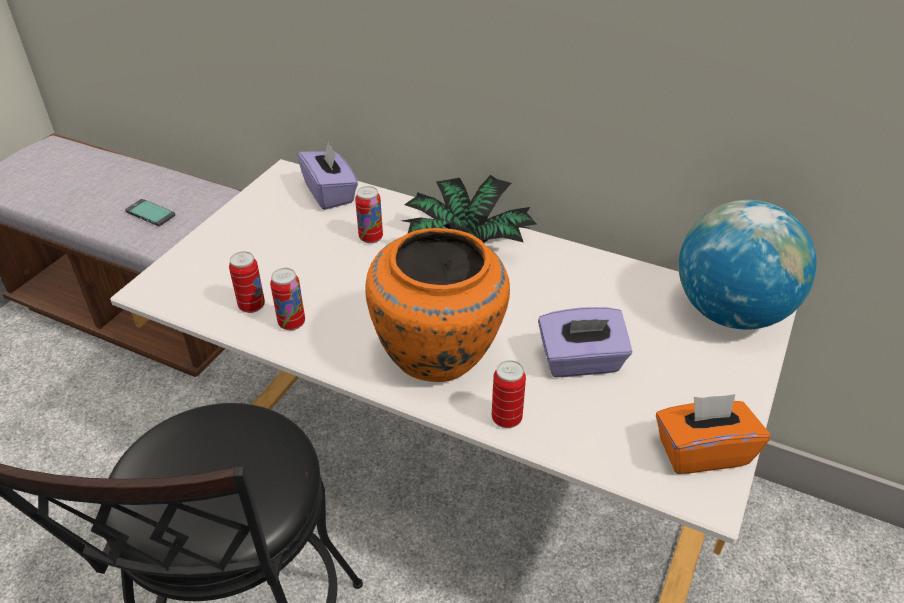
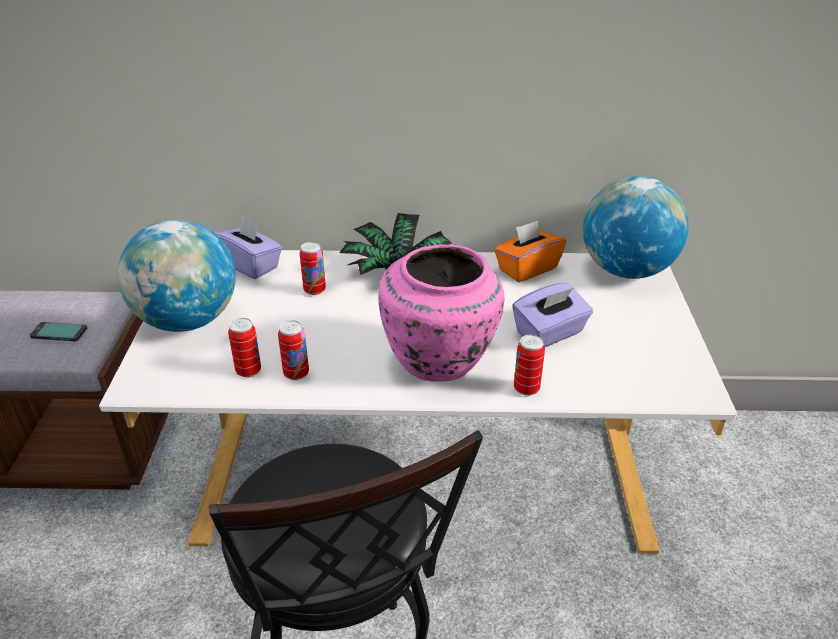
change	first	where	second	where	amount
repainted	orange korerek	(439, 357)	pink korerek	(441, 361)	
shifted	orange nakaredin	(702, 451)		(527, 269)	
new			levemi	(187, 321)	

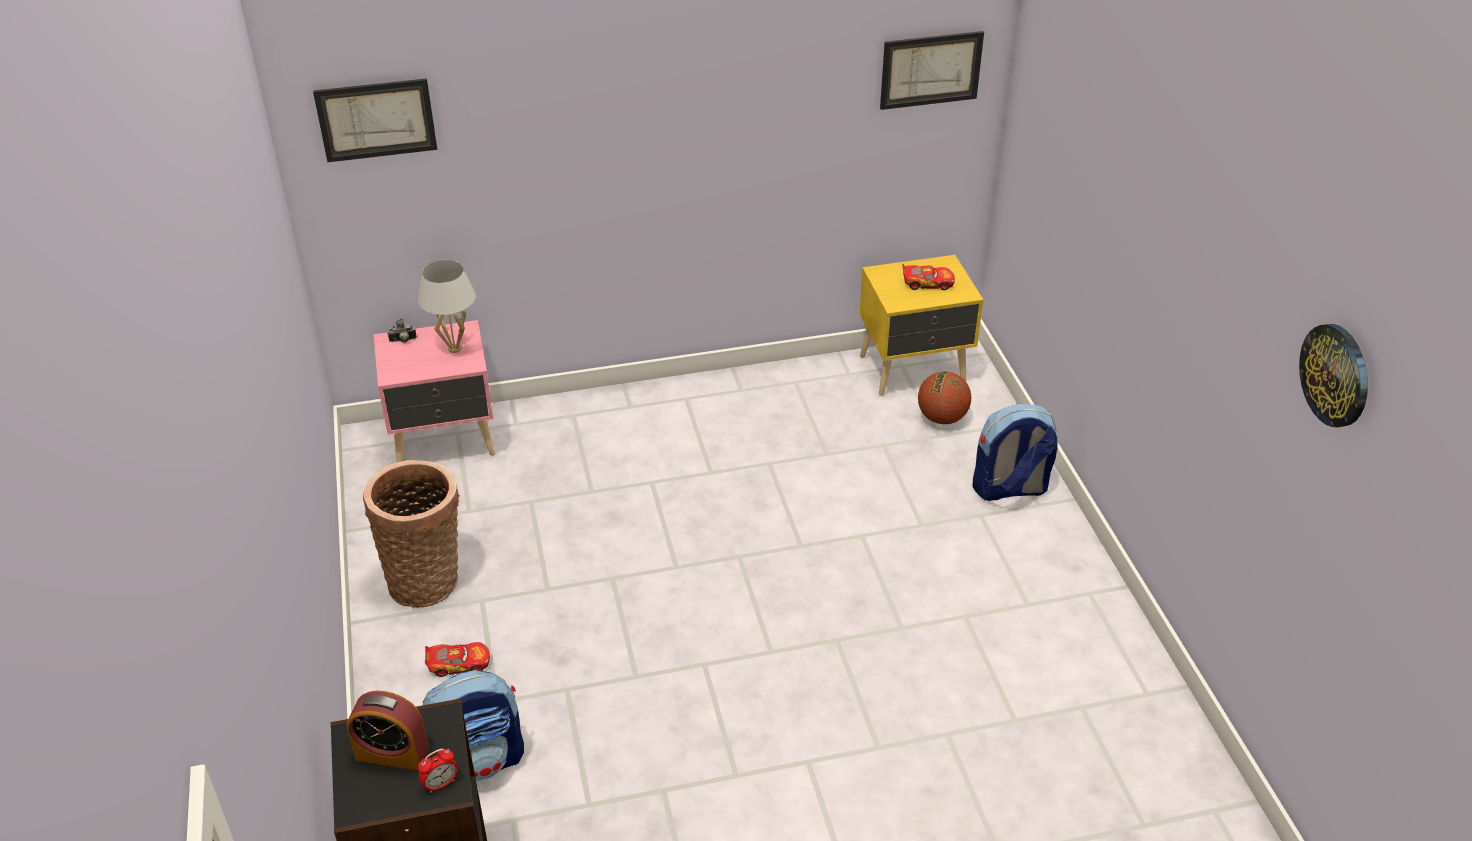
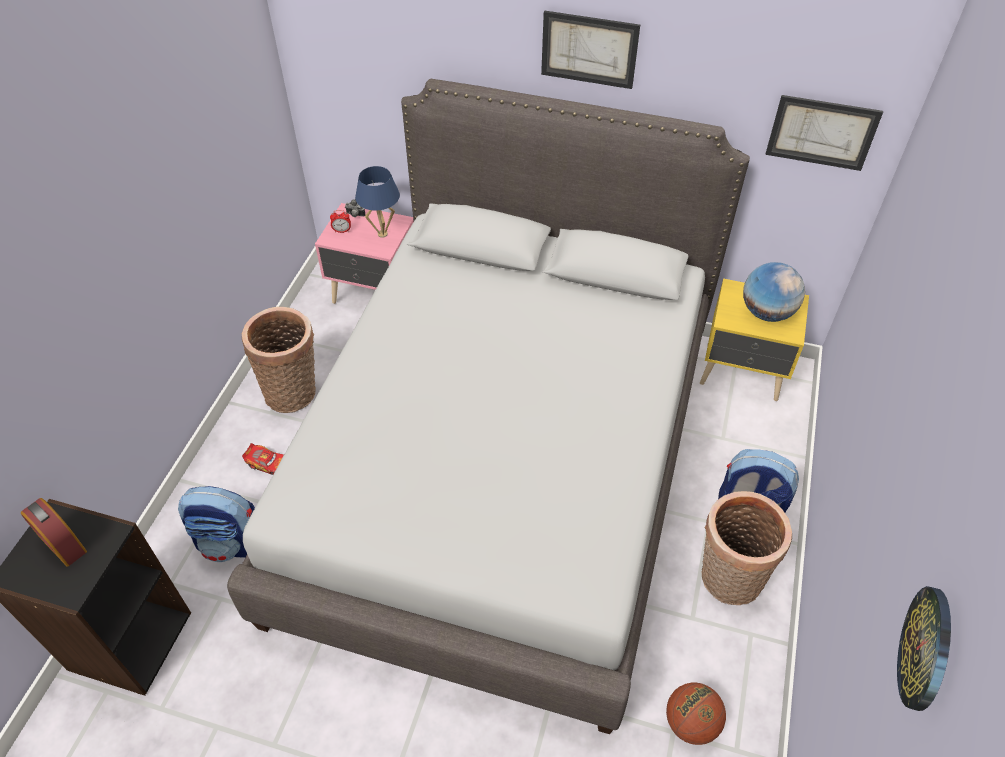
change	first	where	second	where	amount
shifted	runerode	(376, 119)		(589, 49)	
repainted	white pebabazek	(454, 349)	blue pebabazek	(382, 234)	
shifted	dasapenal	(440, 784)		(342, 231)	
swapped	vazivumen	(927, 283)	levemi	(766, 312)	
shifted	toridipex	(942, 418)		(691, 723)	
new			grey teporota	(503, 468)	
new			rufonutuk	(727, 580)	

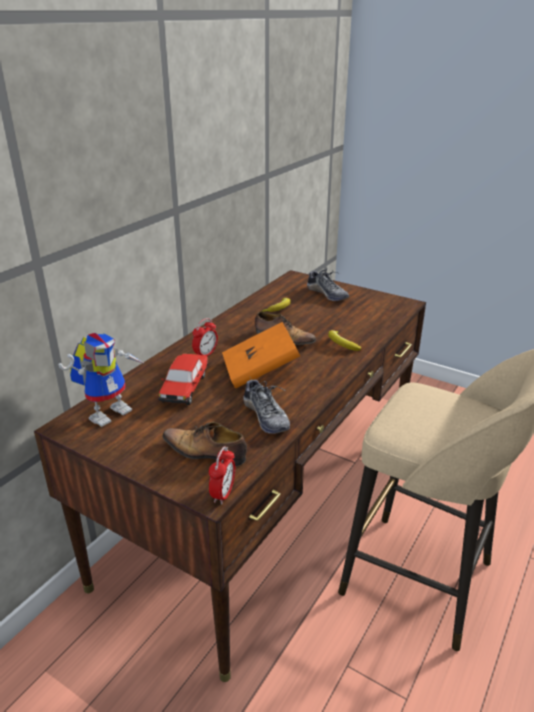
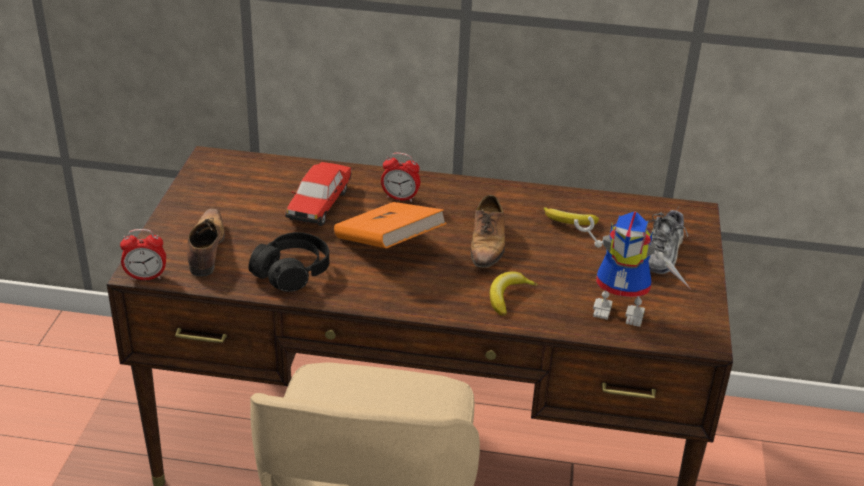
change	first	where	second	where	amount
shifted	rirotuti	(109, 411)		(624, 310)	
rotated	vazivumen	(185, 387)		(319, 204)	60 degrees counterclockwise
swapped	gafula	(265, 417)	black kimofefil	(291, 272)	

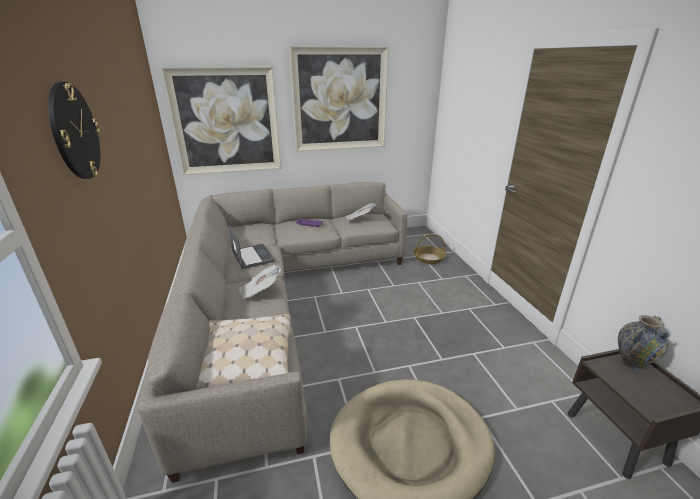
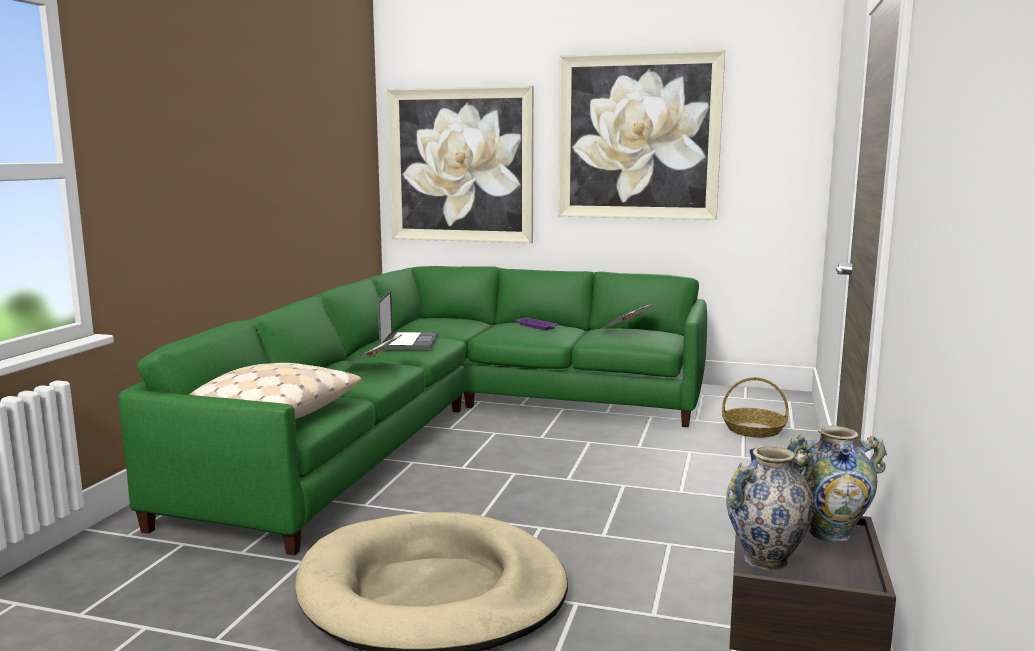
change	first	where	second	where	amount
gone	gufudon	(74, 132)			
repainted	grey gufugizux	(279, 296)	green gufugizux	(445, 422)	
new			korerek	(765, 560)	

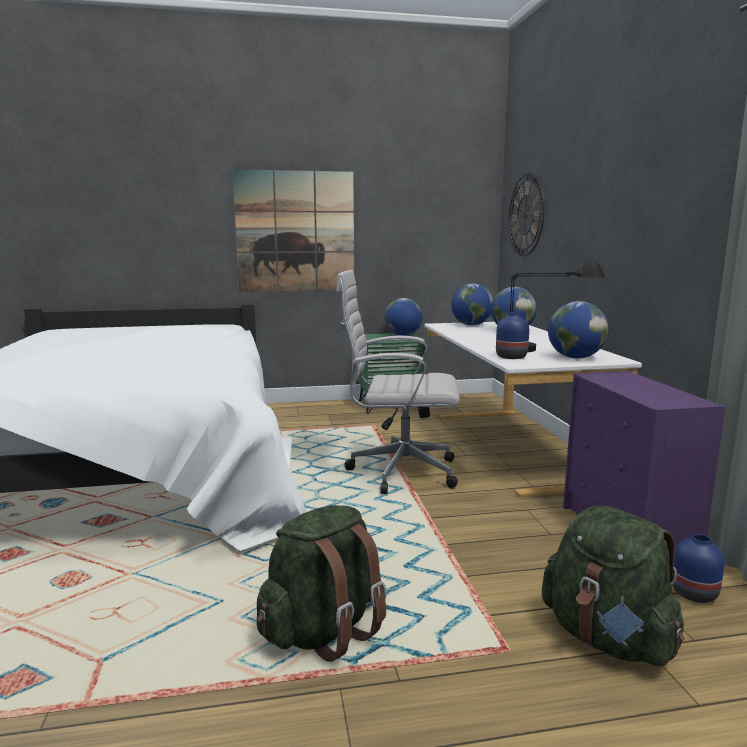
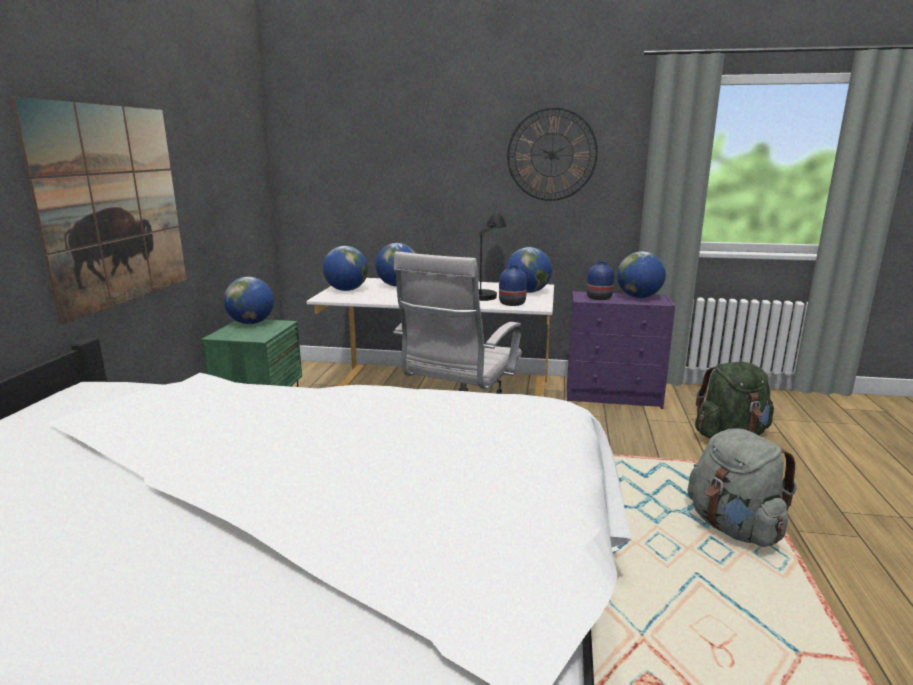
change	first	where	second	where	amount
repainted	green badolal	(323, 630)	grey badolal	(733, 527)	
shifted	gufudon	(525, 215)		(552, 155)	
shifted	blue korerek	(693, 592)		(598, 298)	
new			levemi	(639, 297)	

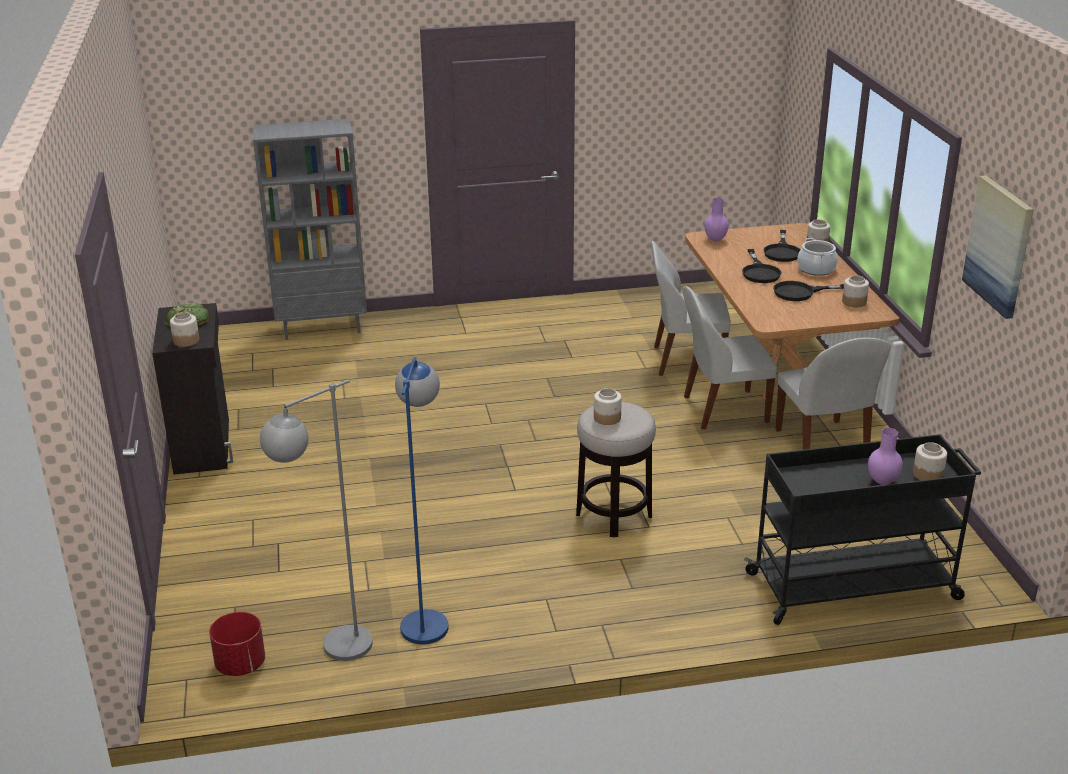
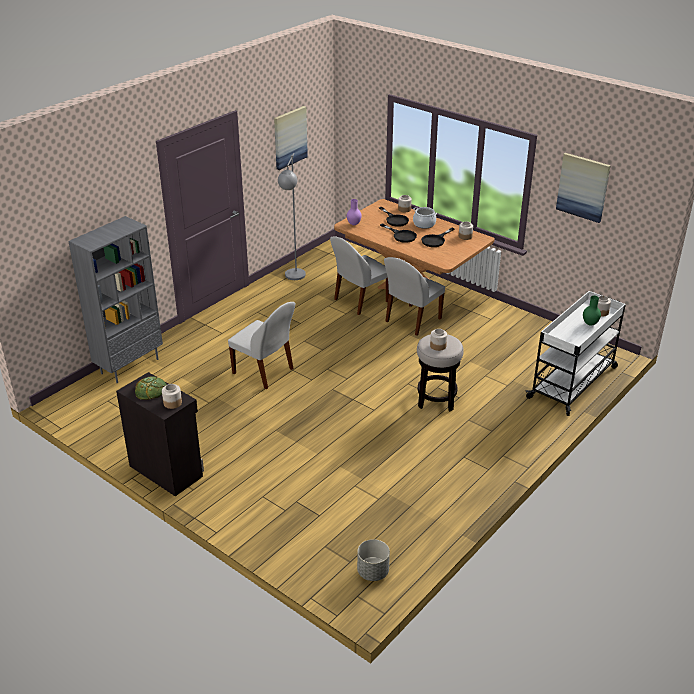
change	first	where	second	where	amount
repainted	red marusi	(240, 665)	grey marusi	(372, 572)	
shifted	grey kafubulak	(333, 652)		(293, 279)	
gone	blue kafubulak	(426, 617)			
repainted	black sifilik	(855, 586)	white sifilik	(573, 382)	
shifted	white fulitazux	(822, 445)		(264, 372)	
repainted	purple korerek	(882, 481)	green korerek	(589, 323)	
new			runerode	(290, 137)	

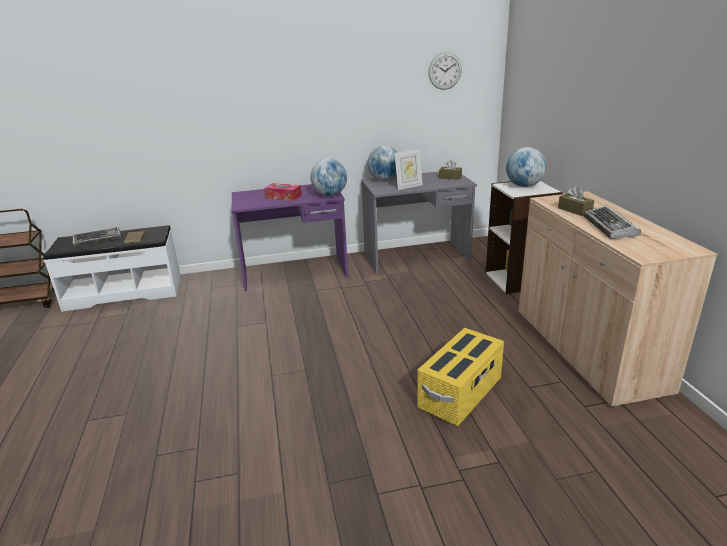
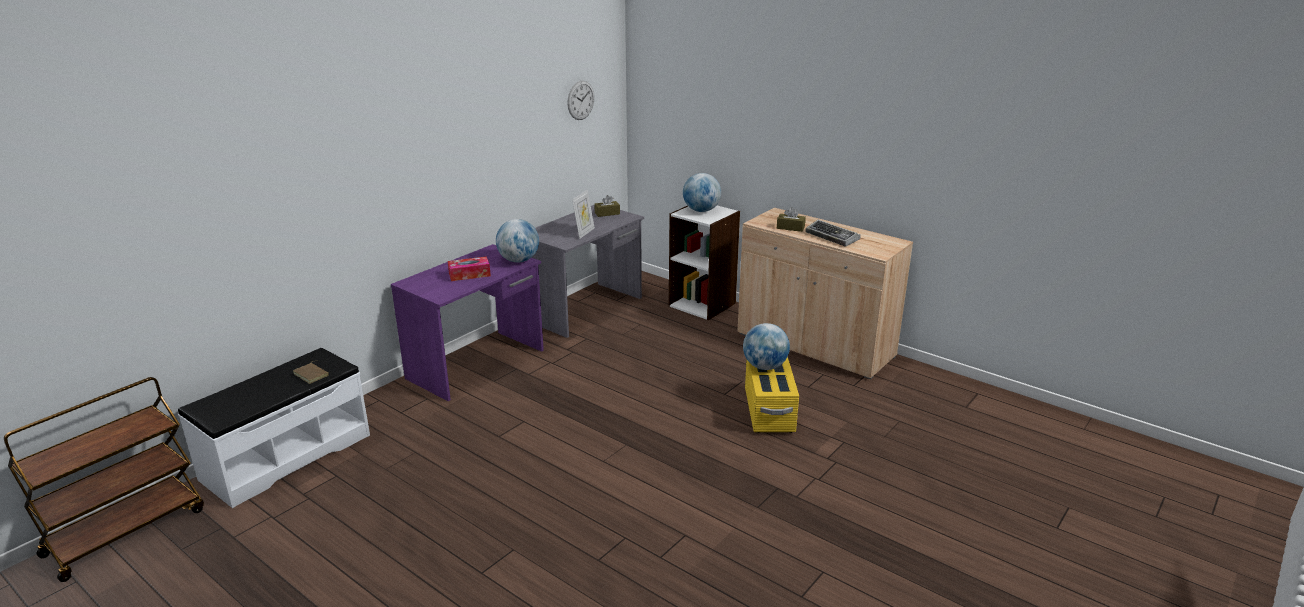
change	first	where	second	where	amount
gone	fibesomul	(98, 240)			
shifted	levemi	(384, 180)		(764, 367)	

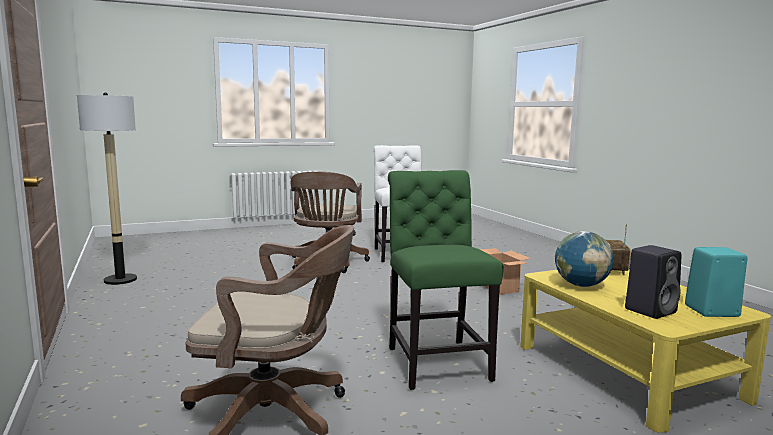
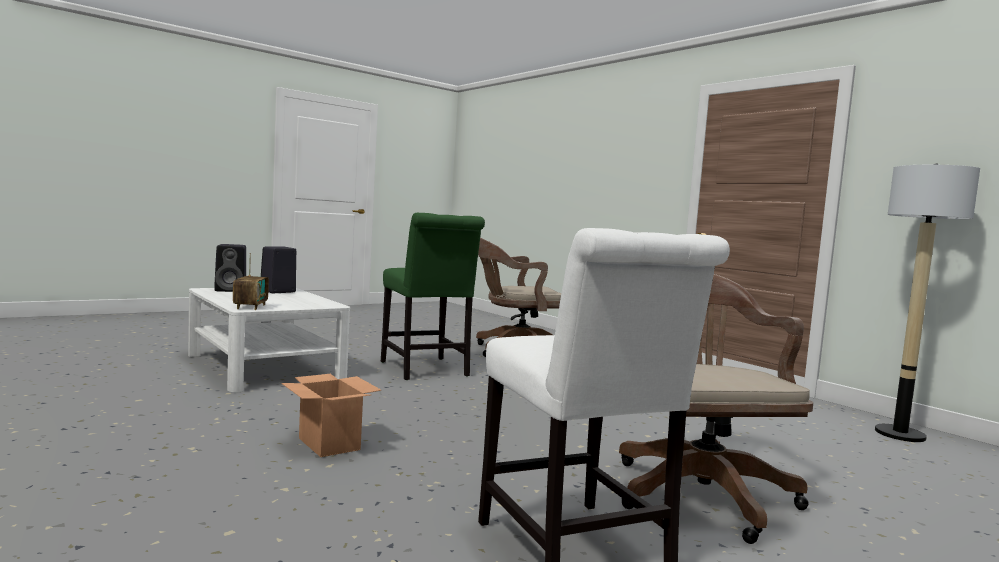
change	first	where	second	where	amount
repainted	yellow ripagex	(627, 371)	white ripagex	(264, 366)	
gone	levemi	(581, 285)			
repainted	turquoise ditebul	(710, 311)	black ditebul	(231, 290)	

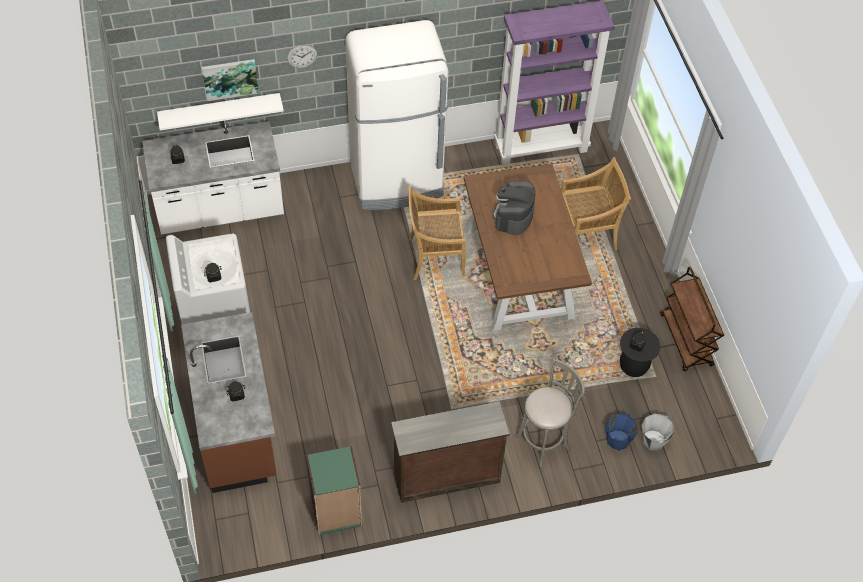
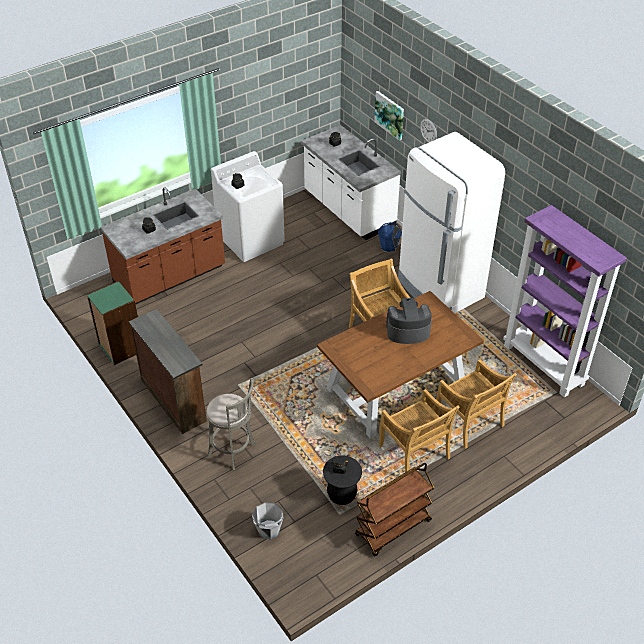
change	first	where	second	where	amount
gone	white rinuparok	(219, 110)			
shifted	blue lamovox	(617, 440)		(388, 247)	
new			beige fulitazux	(414, 453)	

